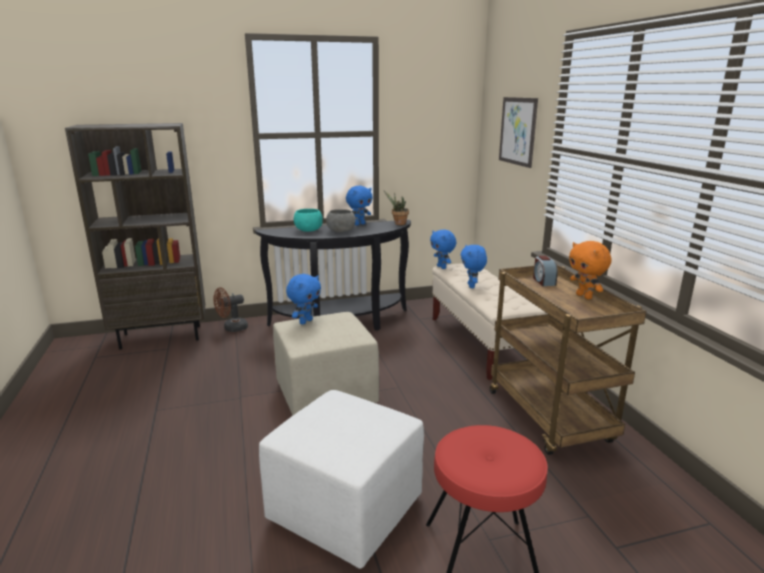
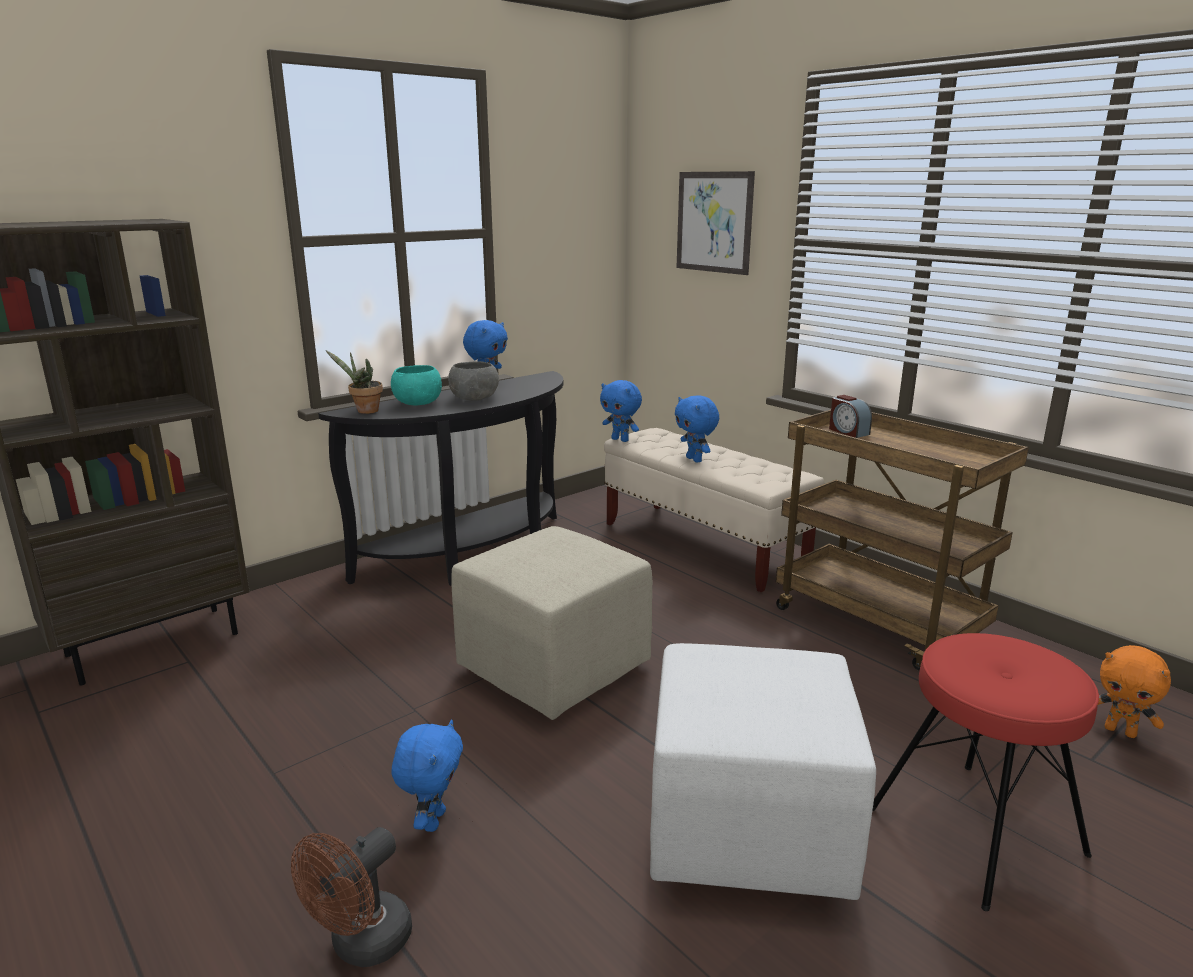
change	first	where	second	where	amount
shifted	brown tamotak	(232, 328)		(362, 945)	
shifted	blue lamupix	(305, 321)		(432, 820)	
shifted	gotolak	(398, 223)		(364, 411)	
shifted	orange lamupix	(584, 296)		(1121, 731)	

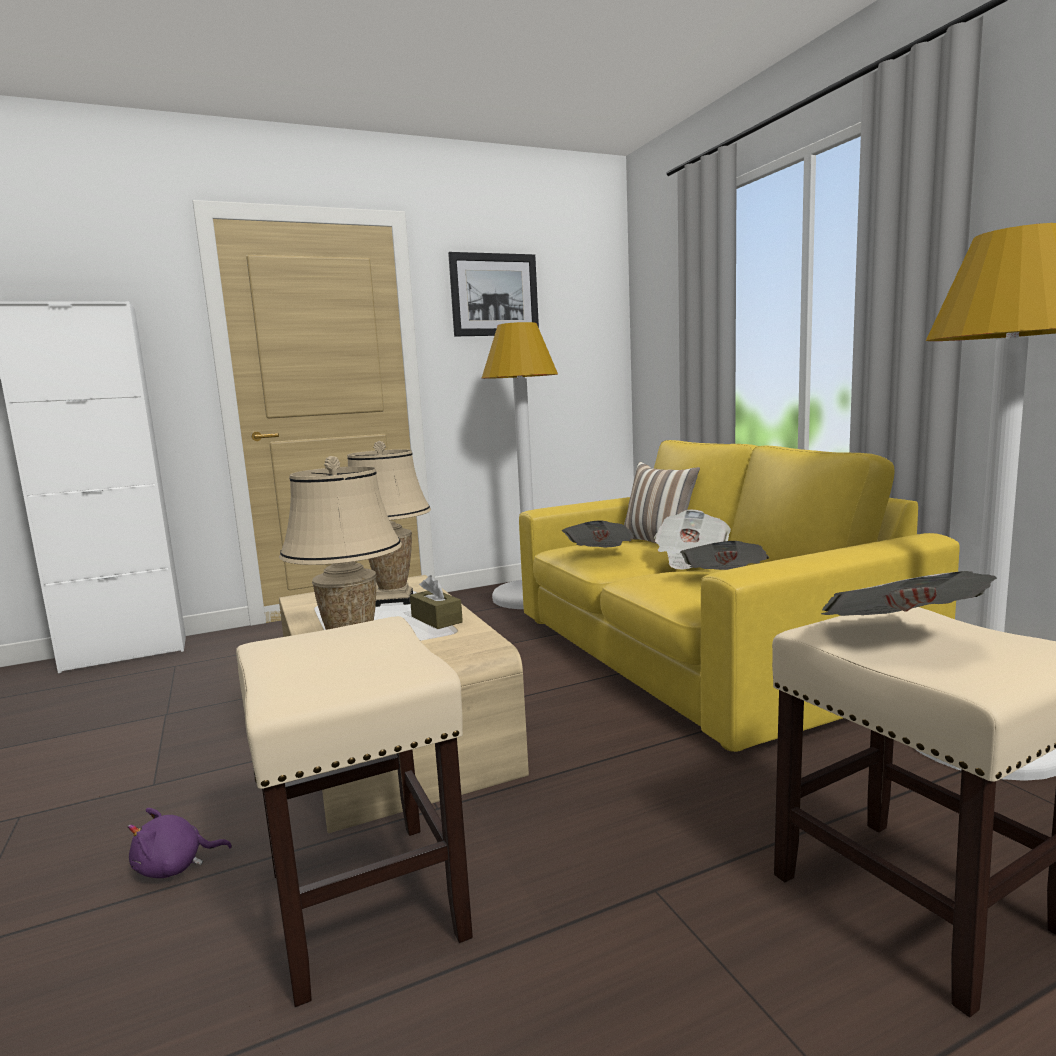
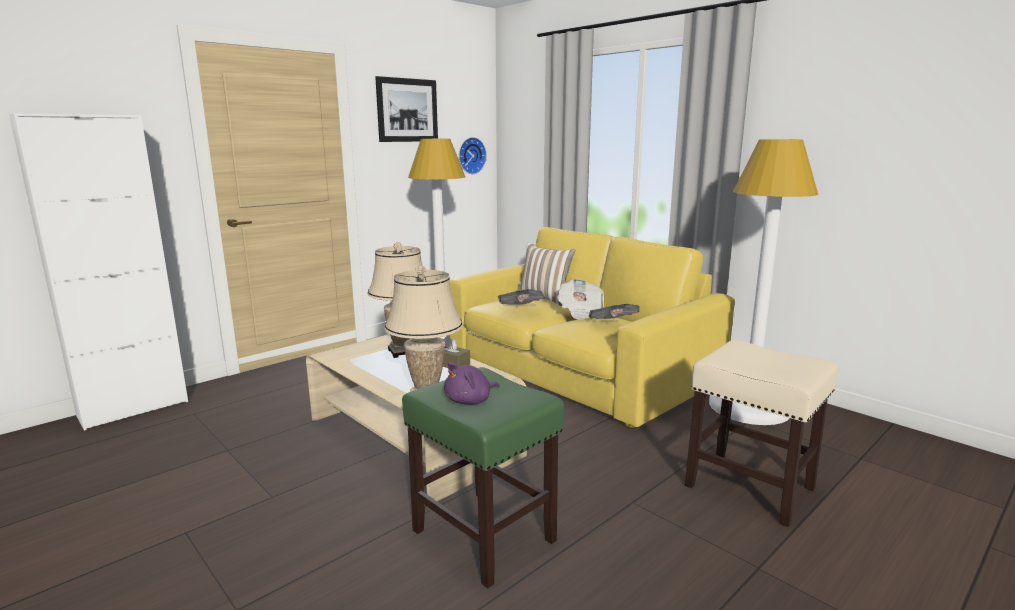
change	first	where	second	where	amount
shifted	purple lamupix	(175, 867)		(470, 401)	
repainted	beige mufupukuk	(367, 903)	green mufupukuk	(485, 536)	
gone	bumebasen	(899, 637)			
new			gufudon	(470, 155)	

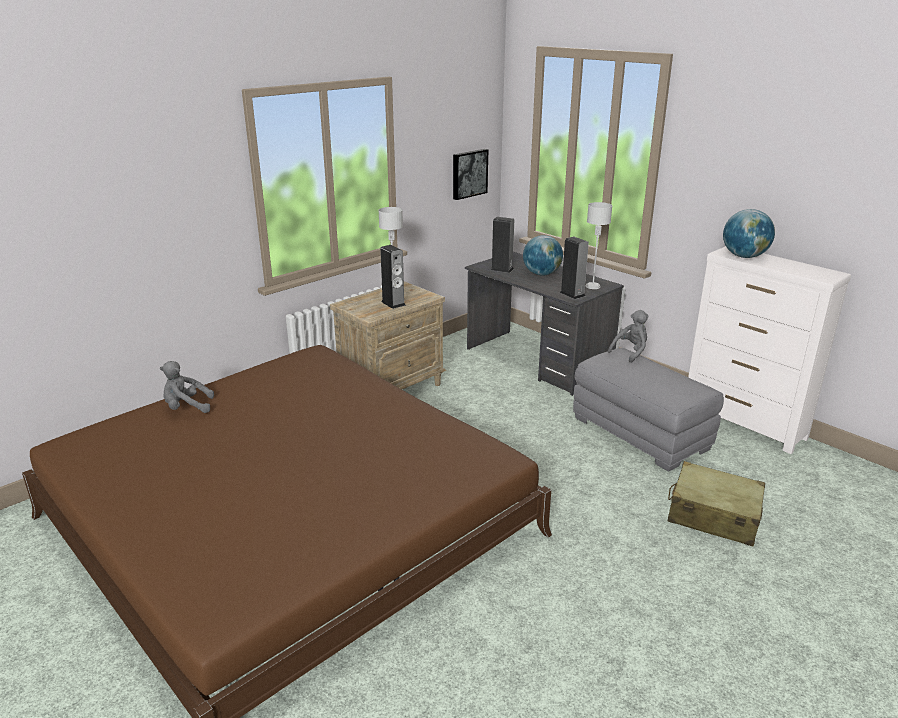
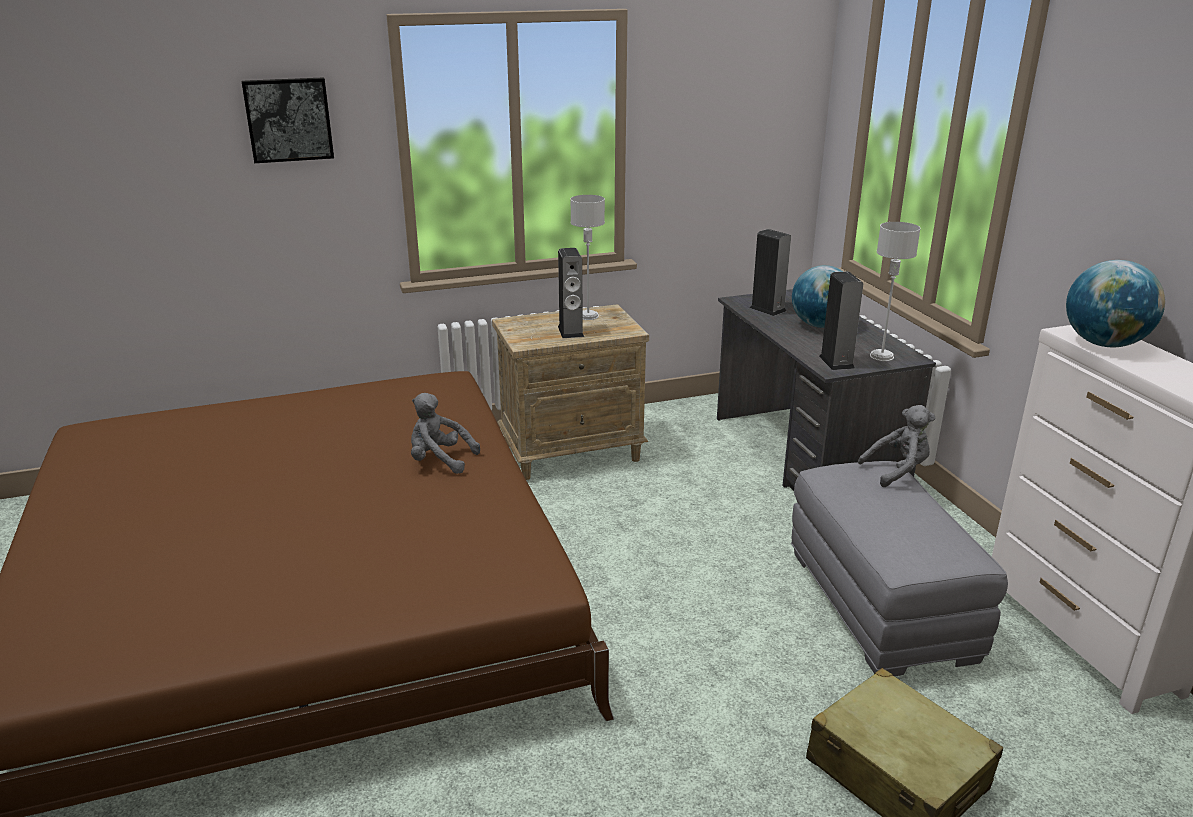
change	first	where	second	where	amount
shifted	grey lamupix	(187, 408)		(439, 460)	
shifted	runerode	(469, 173)		(288, 119)	

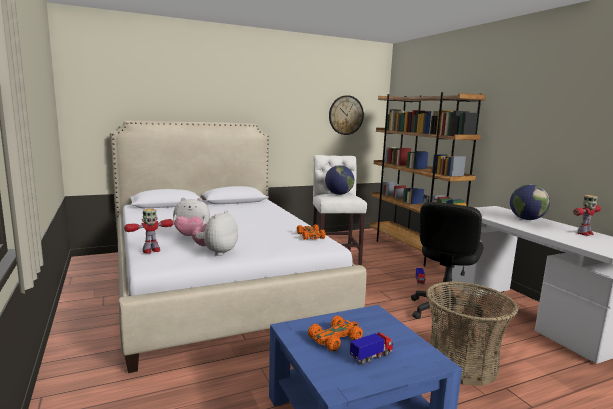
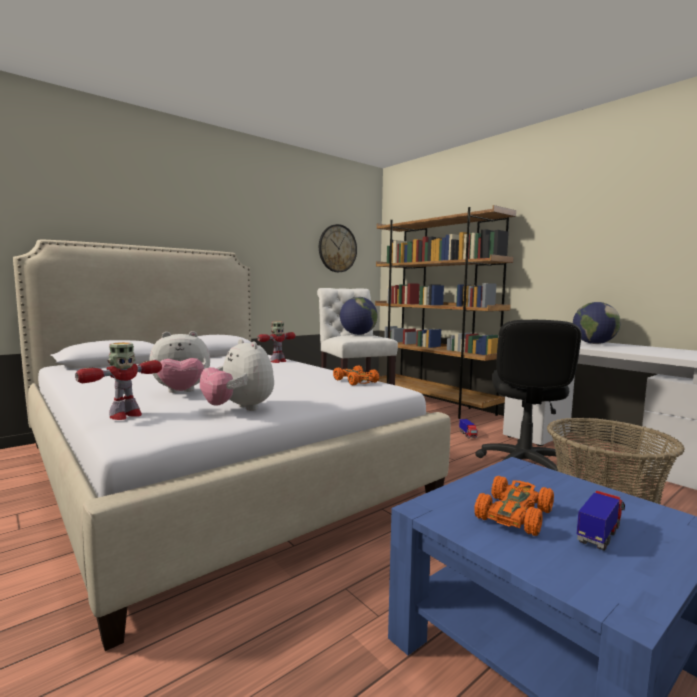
change	first	where	second	where	amount
rotated	lamupix	(216, 252)		(239, 409)	45 degrees counterclockwise
shifted	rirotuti	(584, 233)		(278, 361)	

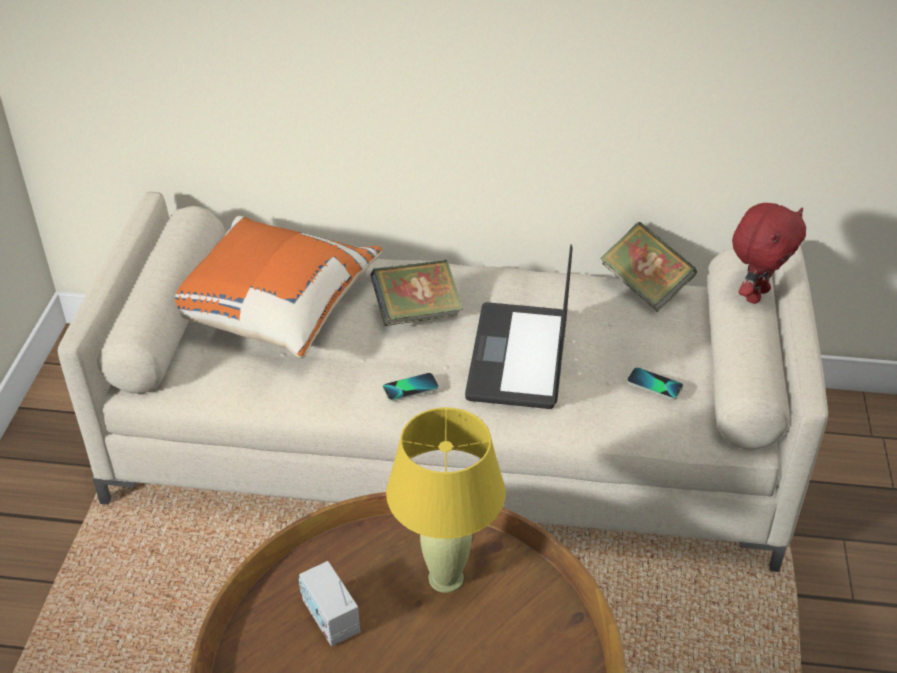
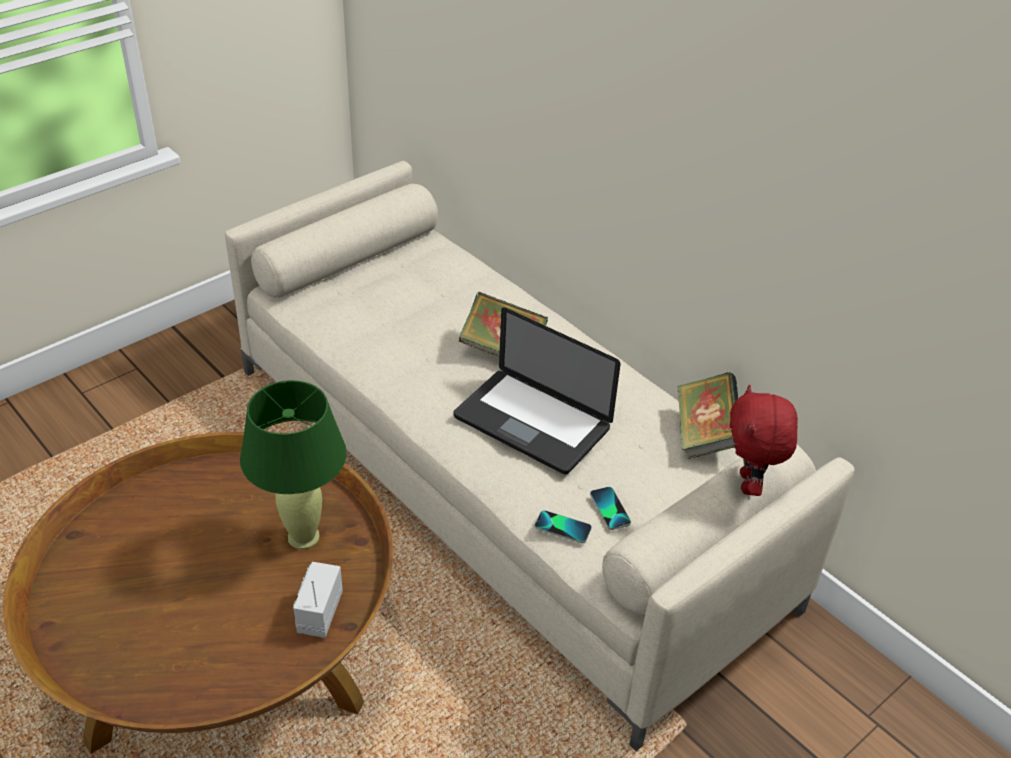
change	first	where	second	where	amount
gone	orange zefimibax	(273, 309)			
shifted	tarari	(330, 618)		(319, 613)	
shifted	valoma	(410, 388)		(563, 527)	
repainted	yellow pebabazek	(446, 577)	green pebabazek	(304, 537)	
rotated	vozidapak	(518, 357)		(532, 423)	105 degrees counterclockwise
rotated	red lamupix	(755, 294)		(749, 484)	105 degrees clockwise

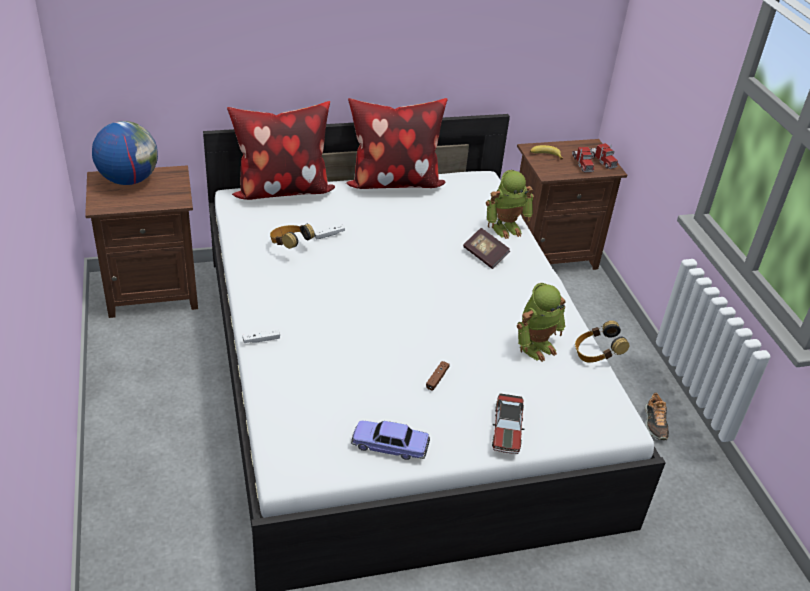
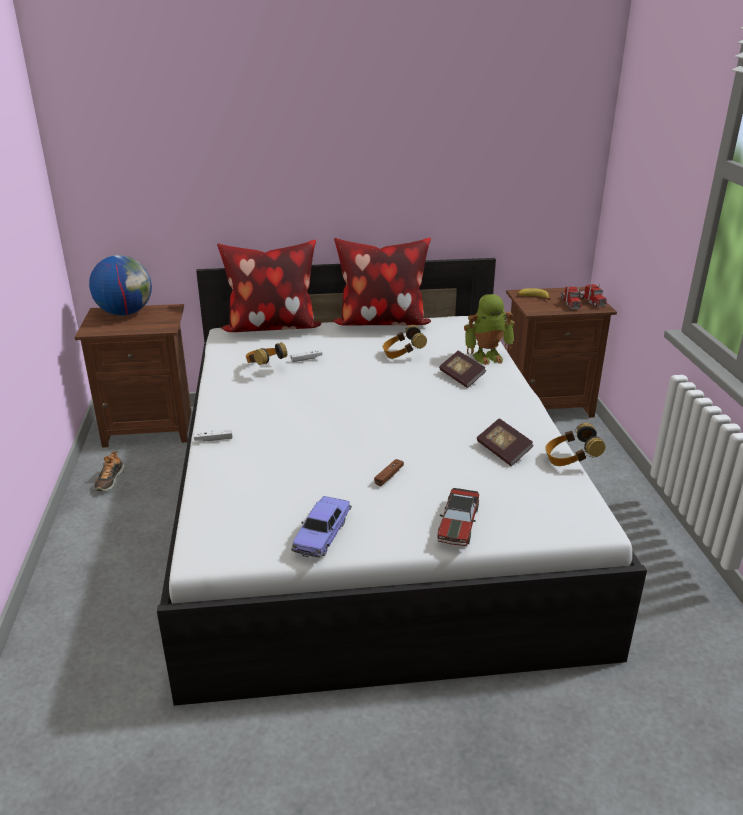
change	first	where	second	where	amount
rotated	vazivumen	(389, 446)		(322, 534)	90 degrees counterclockwise
swapped	rirotuti	(536, 346)	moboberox	(503, 451)	
shifted	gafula	(654, 423)		(109, 480)	
new			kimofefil	(402, 355)	

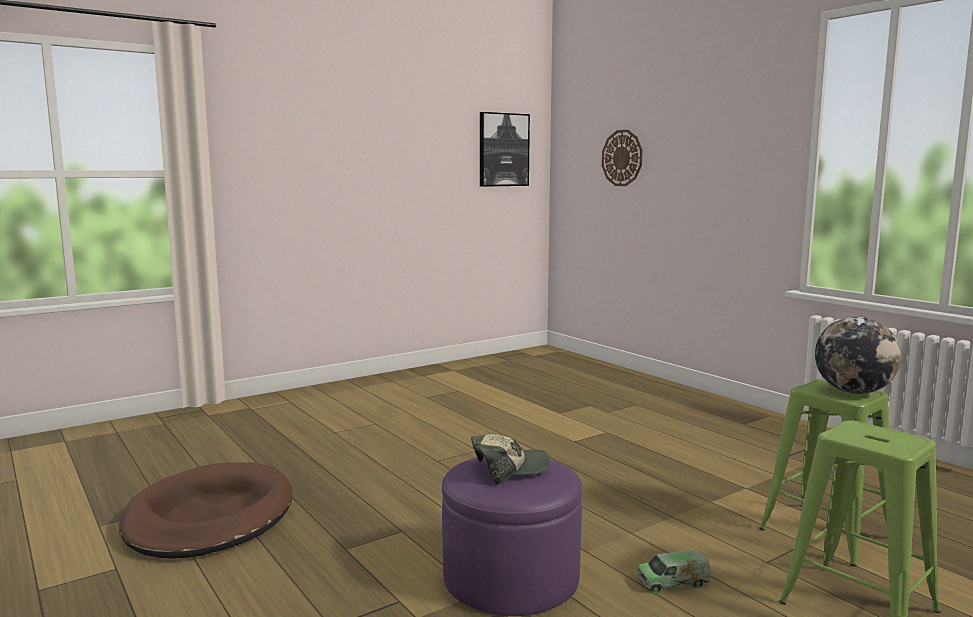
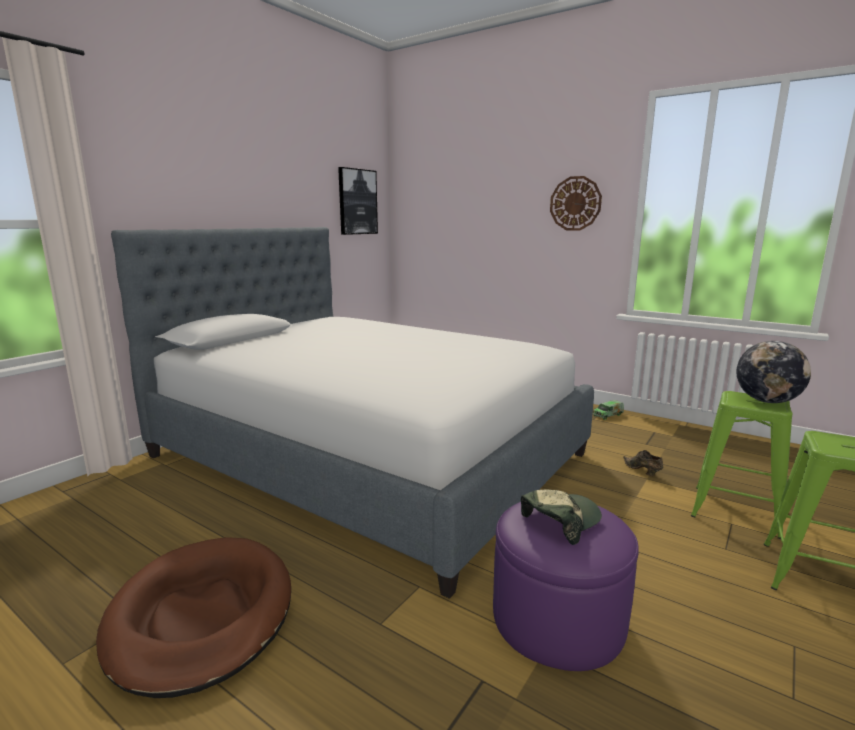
change	first	where	second	where	amount
shifted	gufudon	(622, 158)		(575, 203)	
shifted	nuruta	(673, 582)		(608, 415)	
new			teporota	(367, 455)	
new			brown gafula	(642, 471)	

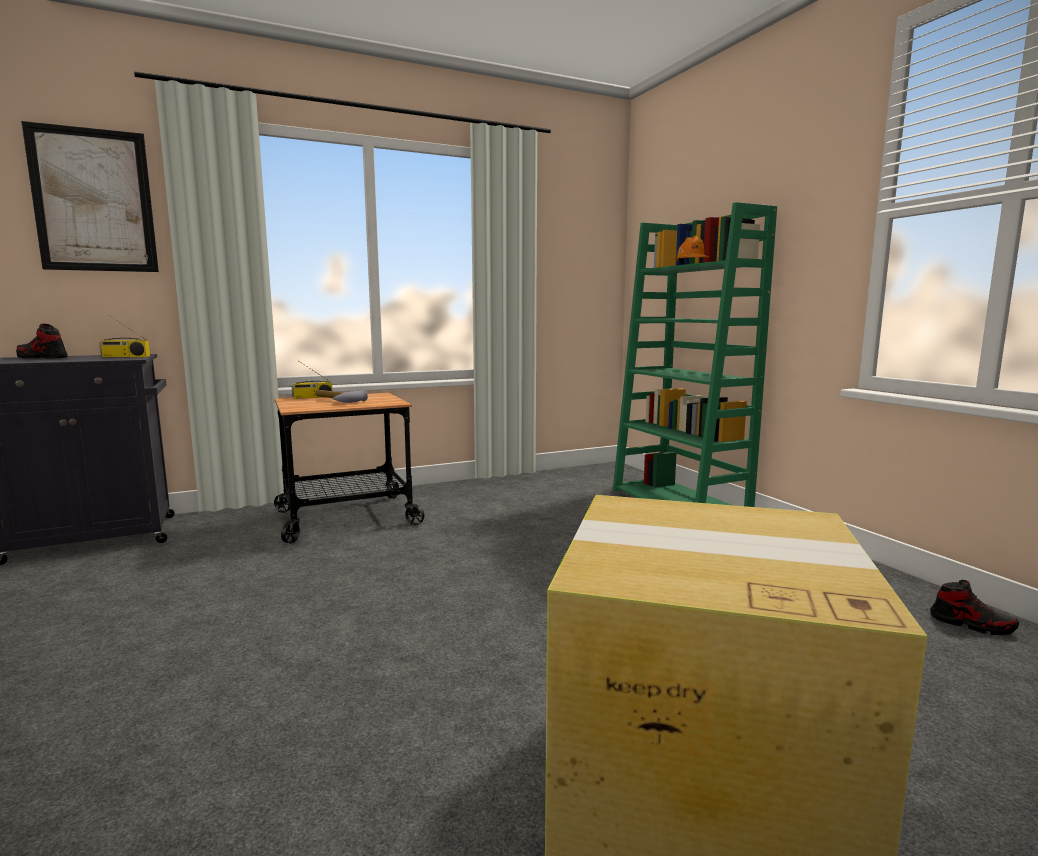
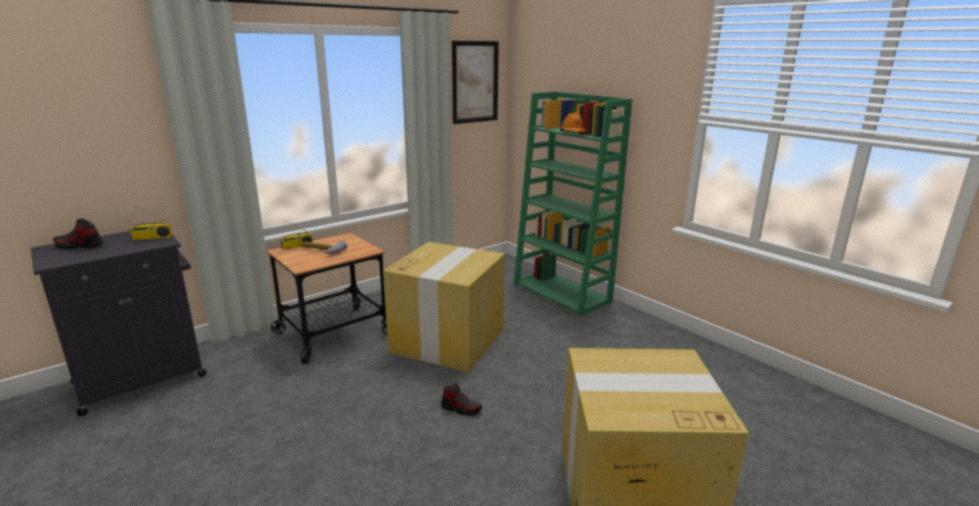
change	first	where	second	where	amount
shifted	runerode	(94, 201)		(475, 82)	
shifted	gafula	(971, 625)		(461, 408)	
new			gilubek	(448, 340)	

